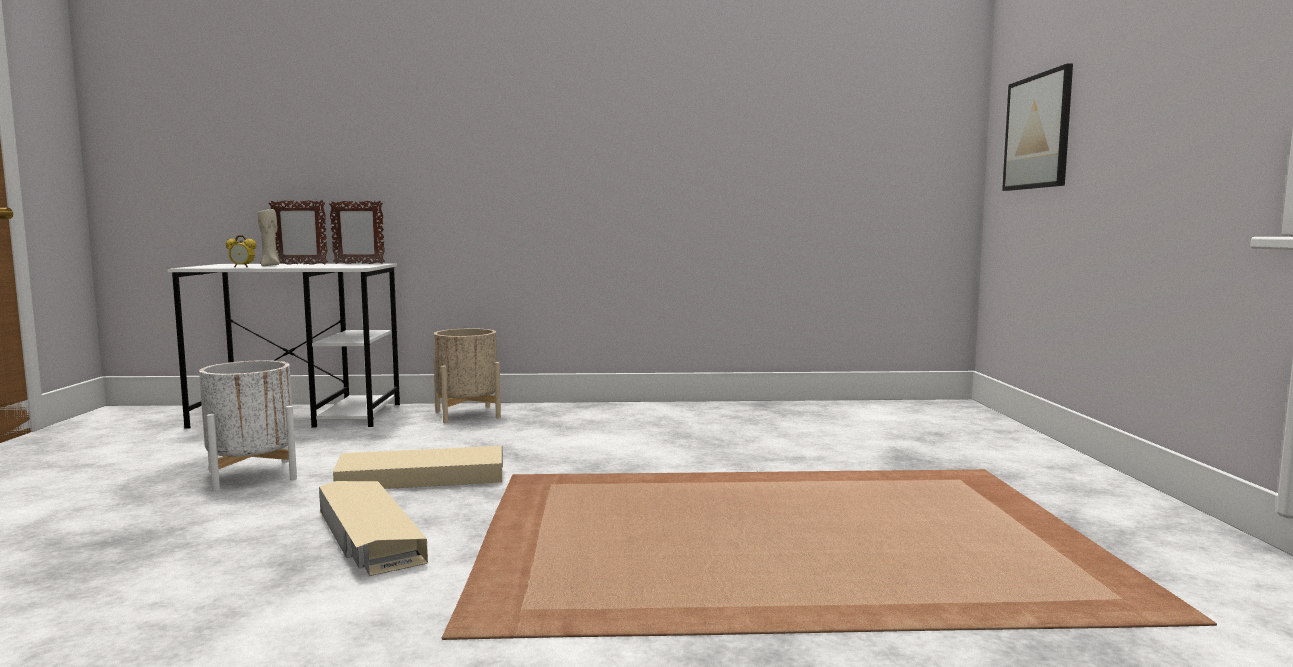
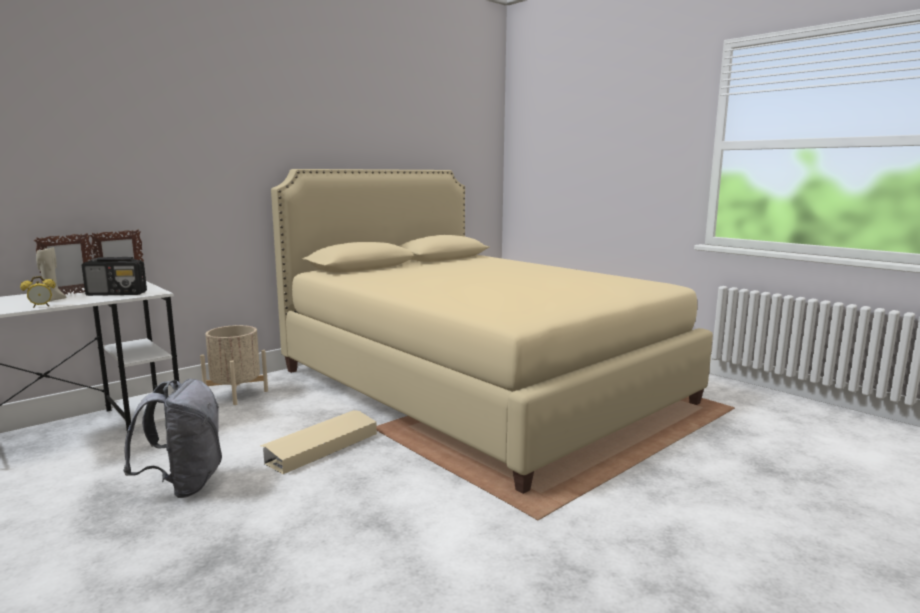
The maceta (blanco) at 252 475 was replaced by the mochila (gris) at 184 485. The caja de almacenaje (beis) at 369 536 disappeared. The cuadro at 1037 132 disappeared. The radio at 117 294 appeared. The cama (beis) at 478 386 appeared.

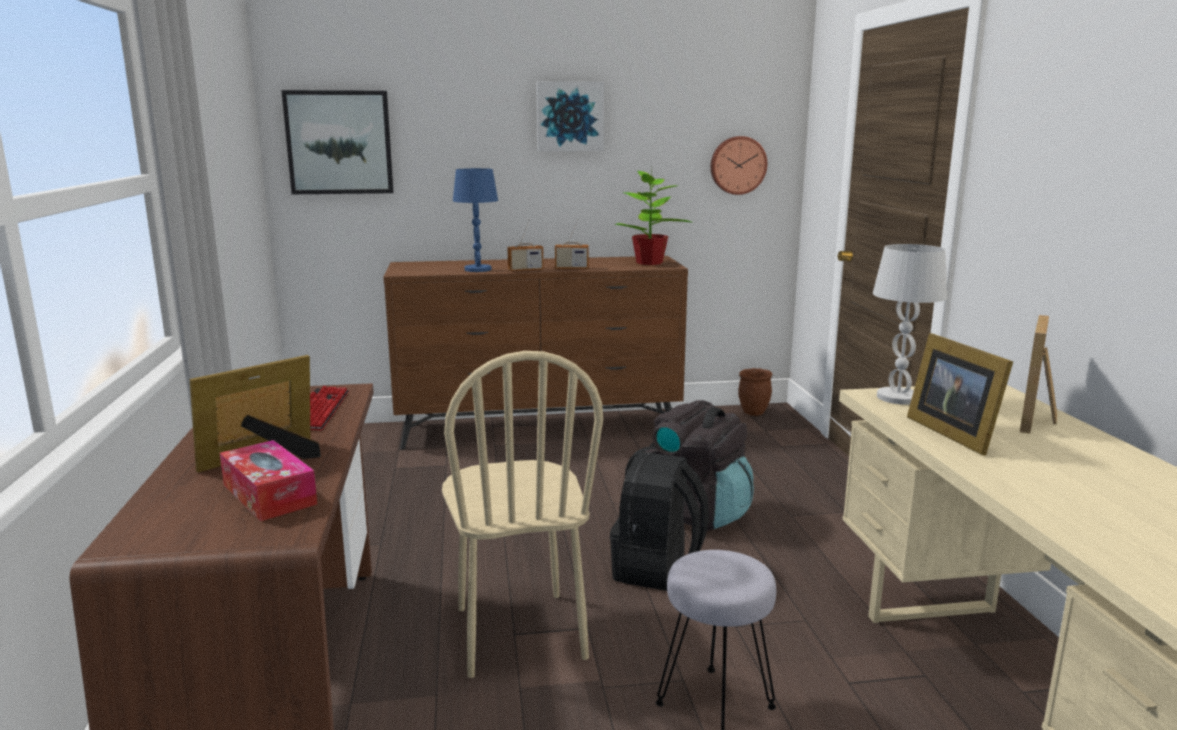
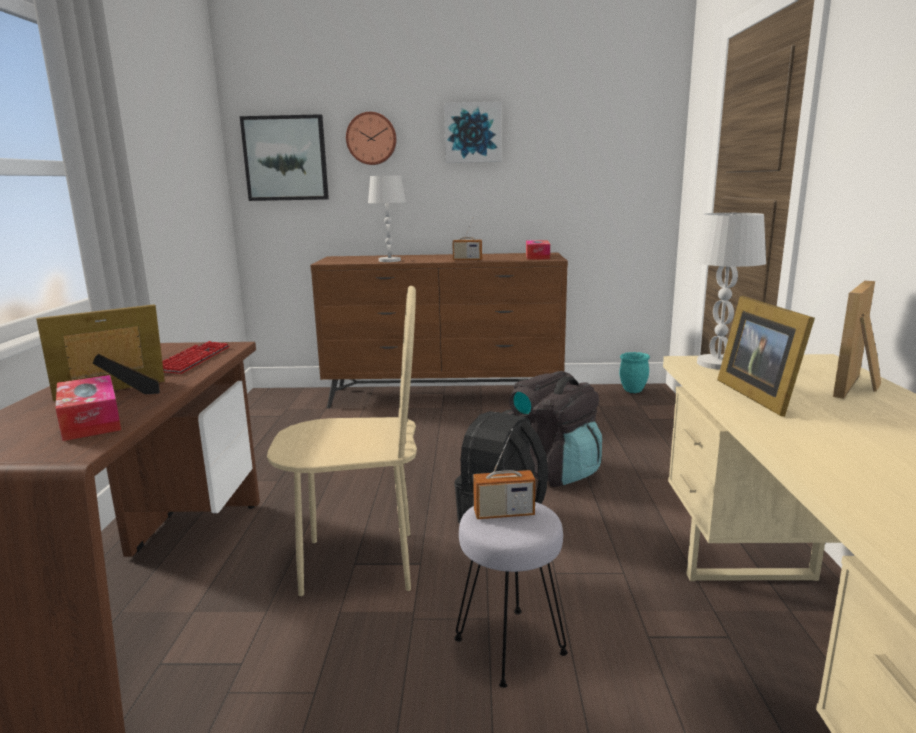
The silla (beis) at 518 633 turned 90 degrees counterclockwise. The lámpara de mesa (azul) at 478 269 became the lámpara de mesa (blanco) at 390 260. The radio moved from 525 270 to 504 513. The planta en maceta at 649 263 was replaced by the caja de pañuelos at 537 256. The reloj de pared moved from 737 165 to 371 138. The maceta (marrón) at 753 412 became the maceta (turquesa) at 632 390.

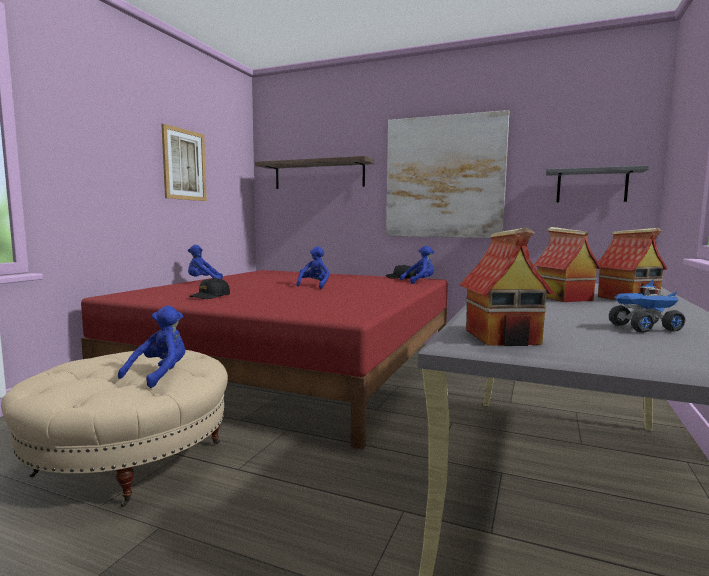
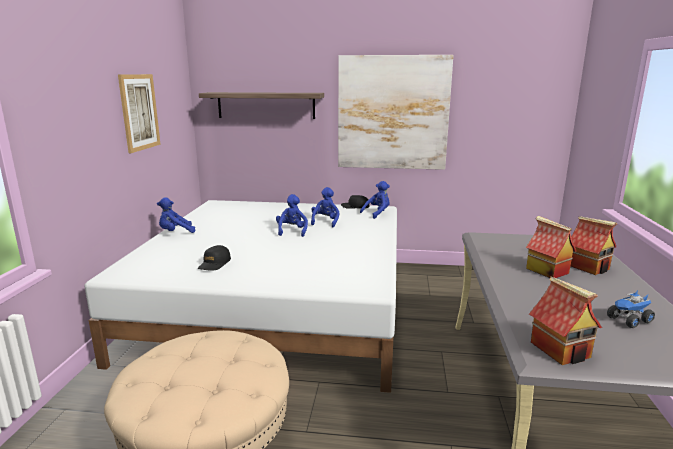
The cama (rojo) at 295 366 became the cama (blanco) at 278 304. The peluche (azul) moved from 160 375 to 325 222. The estante (gris) at 591 186 disappeared.

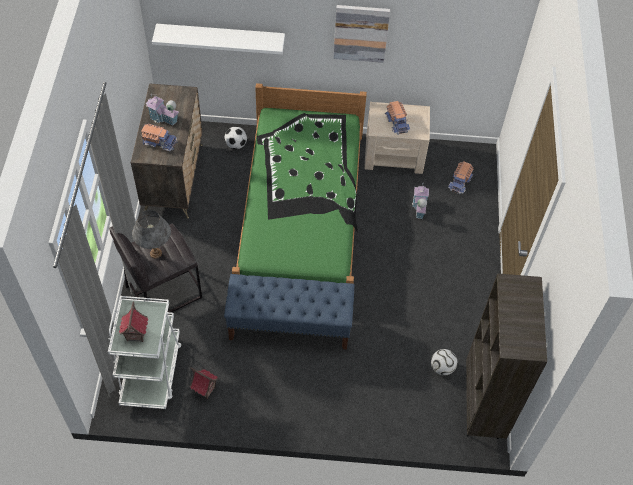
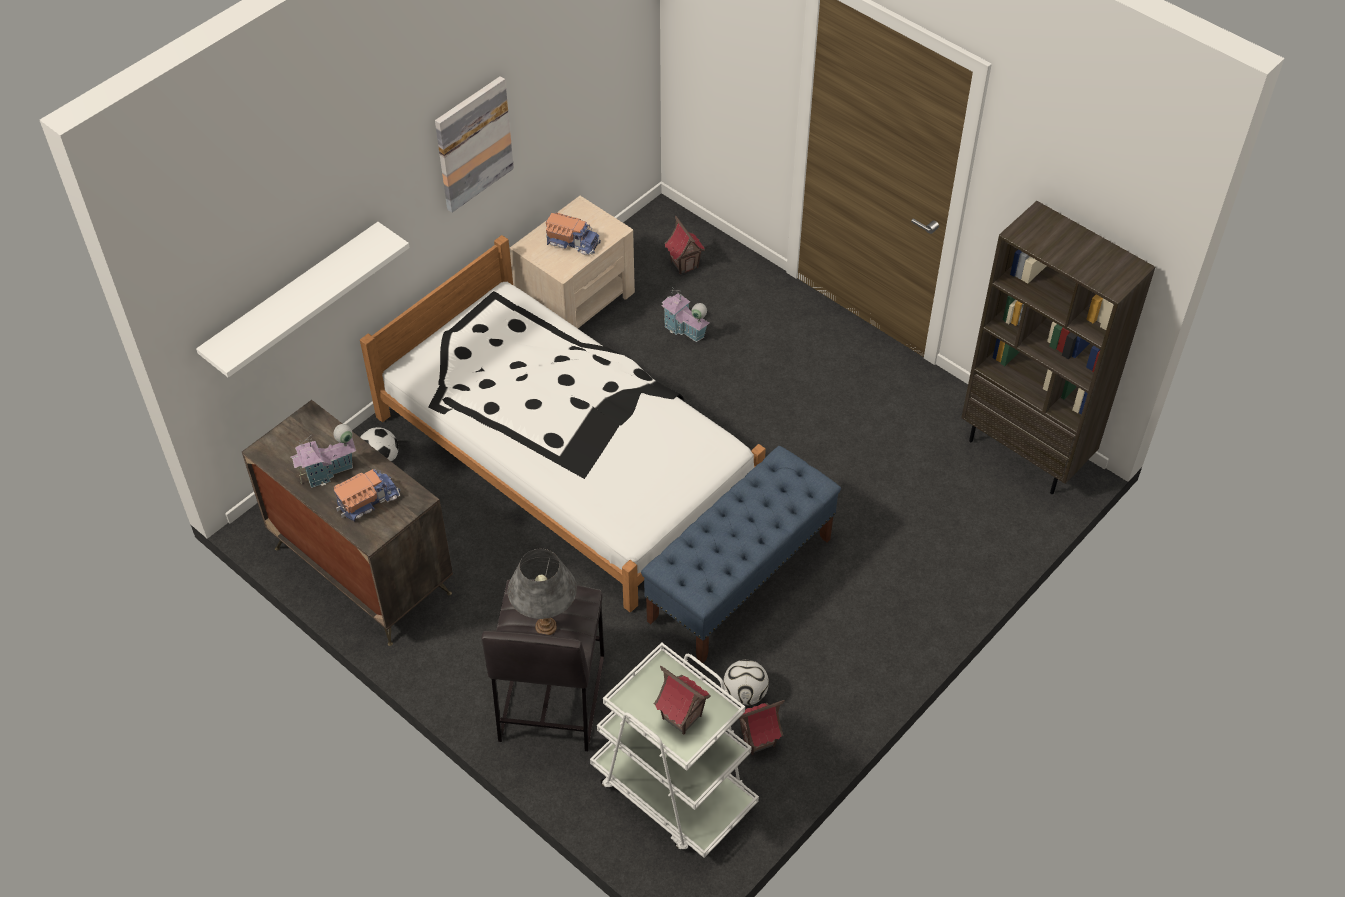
The cama (verde) at 301 209 became the cama (blanco) at 566 453. The balón de fútbol moved from 442 367 to 745 694. The camión de juguete at 460 182 was replaced by the casita at 684 264.

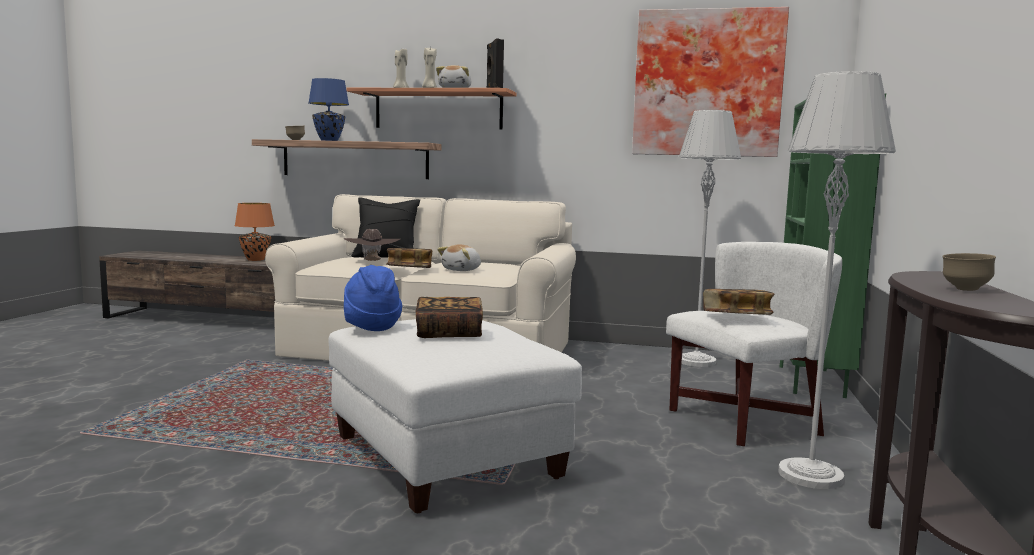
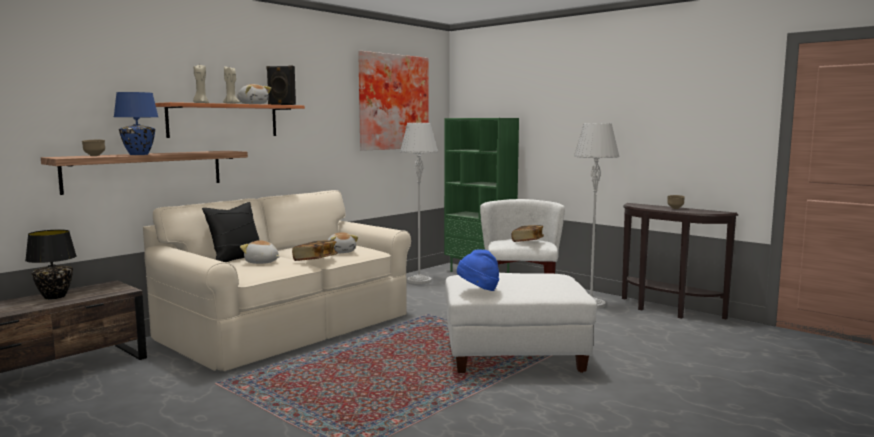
The lámpara de mesa (naranja) at 256 259 became the lámpara de mesa (negro) at 55 297. The sombrero (marrón) at 372 261 was replaced by the peluche at 261 262. The libro at 449 333 disappeared.

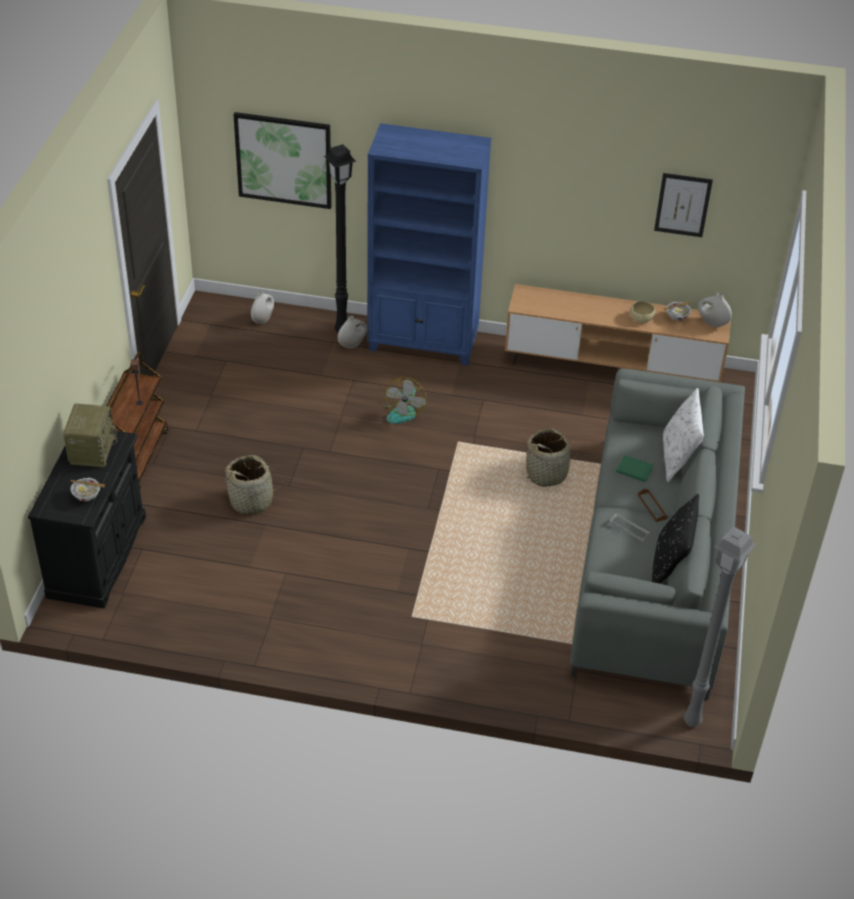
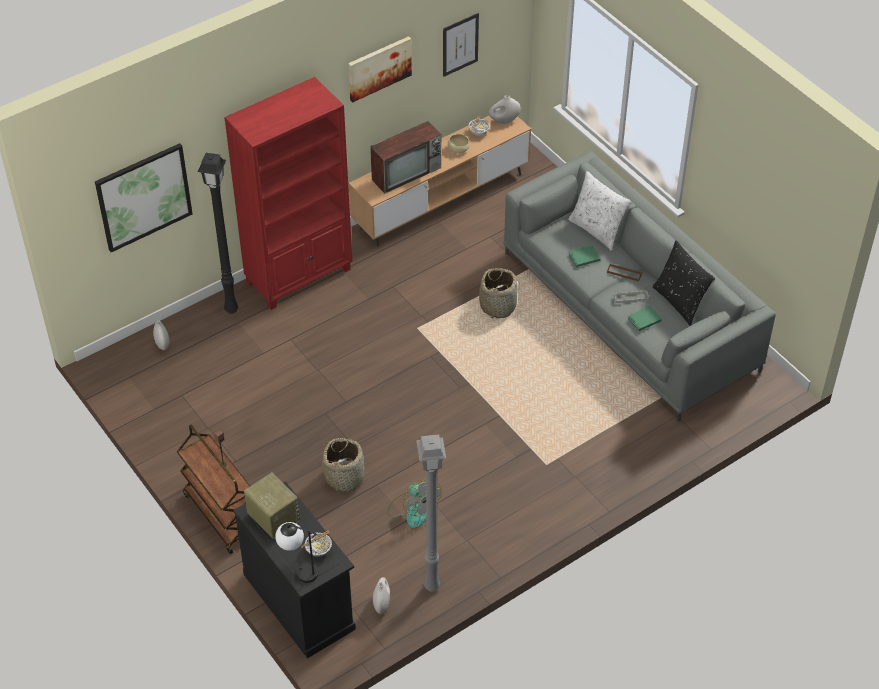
The florero (blanco) moved from 352 344 to 381 604. The estantería (azul) at 424 343 became the estantería (rojo) at 300 276. The ventilador moved from 403 411 to 413 509. The lámpara de pie (gris) moved from 690 721 to 431 587. The lámpara de mesa at 298 570 appeared. The cuadro at 379 68 appeared. The televisor at 407 173 appeared. The libro (verde) at 643 319 appeared.

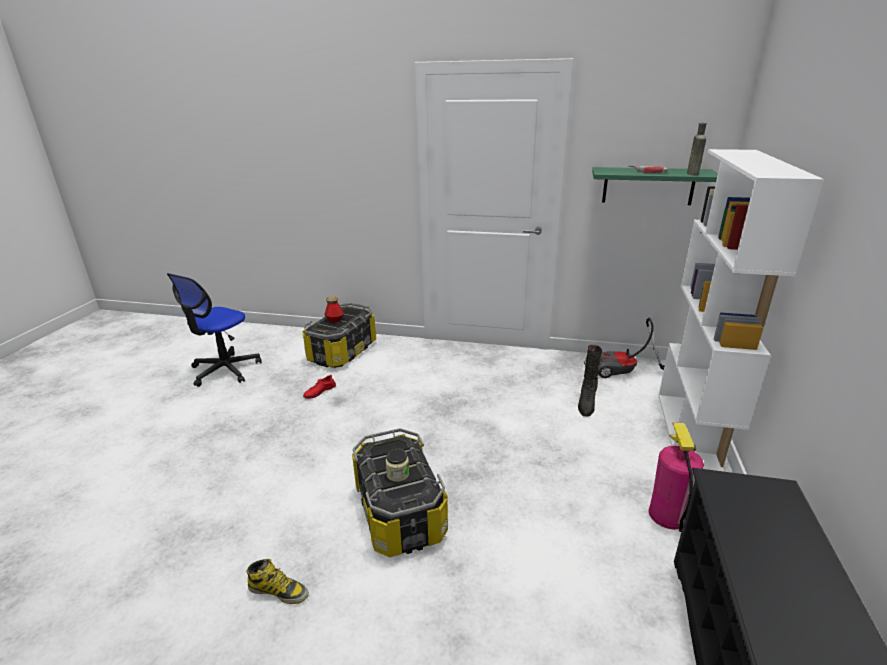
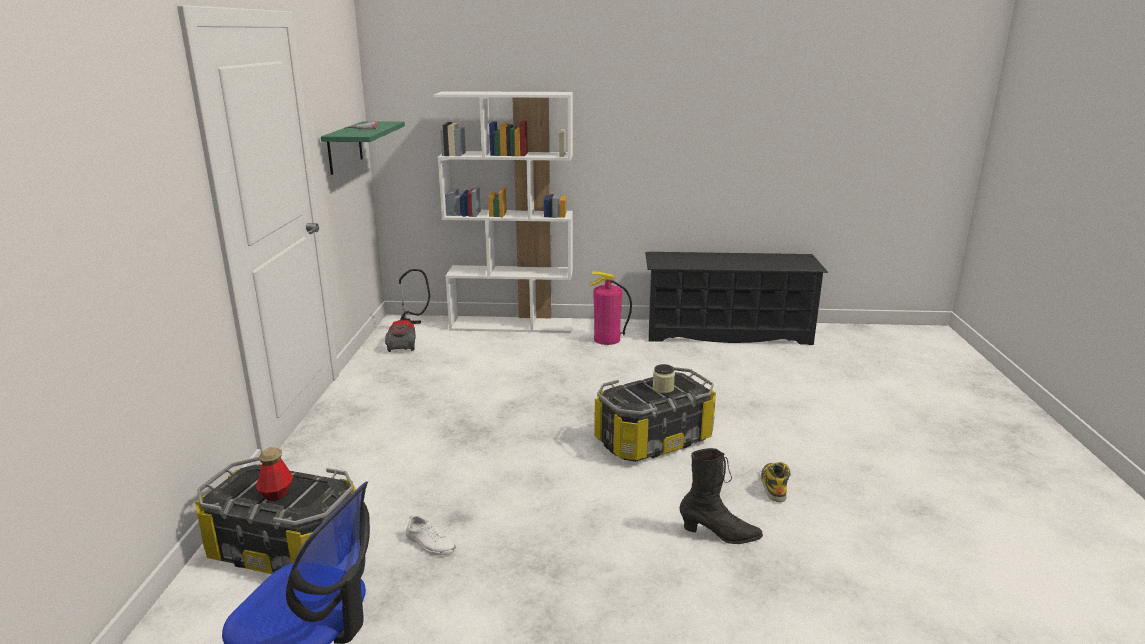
The zapato (rojo) at 319 391 became the zapato (blanco) at 430 543. The bota (negro) moved from 586 403 to 719 534. The botella (marrón) at 693 173 disappeared.

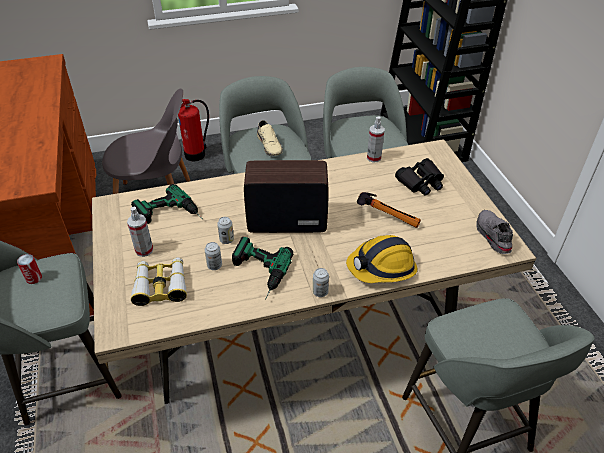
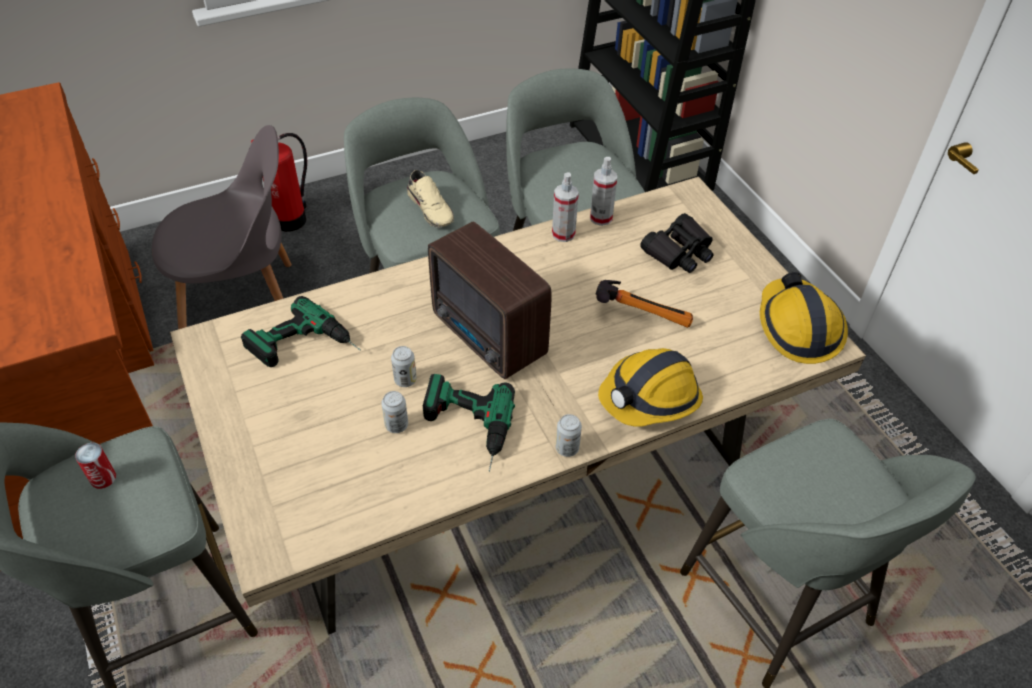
The pulverizador moved from 144 250 to 563 234. The prismáticos at 161 286 disappeared. The radio at 285 221 turned 120 degrees counterclockwise. The zapato (gris) at 492 235 was replaced by the casco at 797 327.

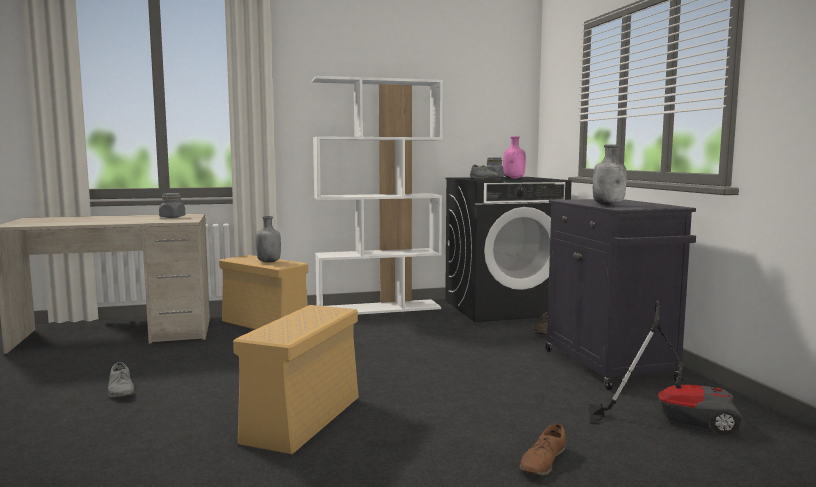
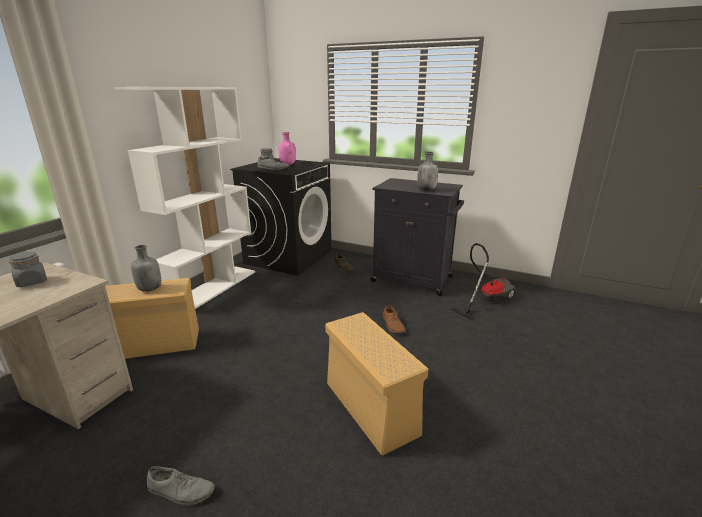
The zapato (marrón) moved from 543 461 to 393 325.

